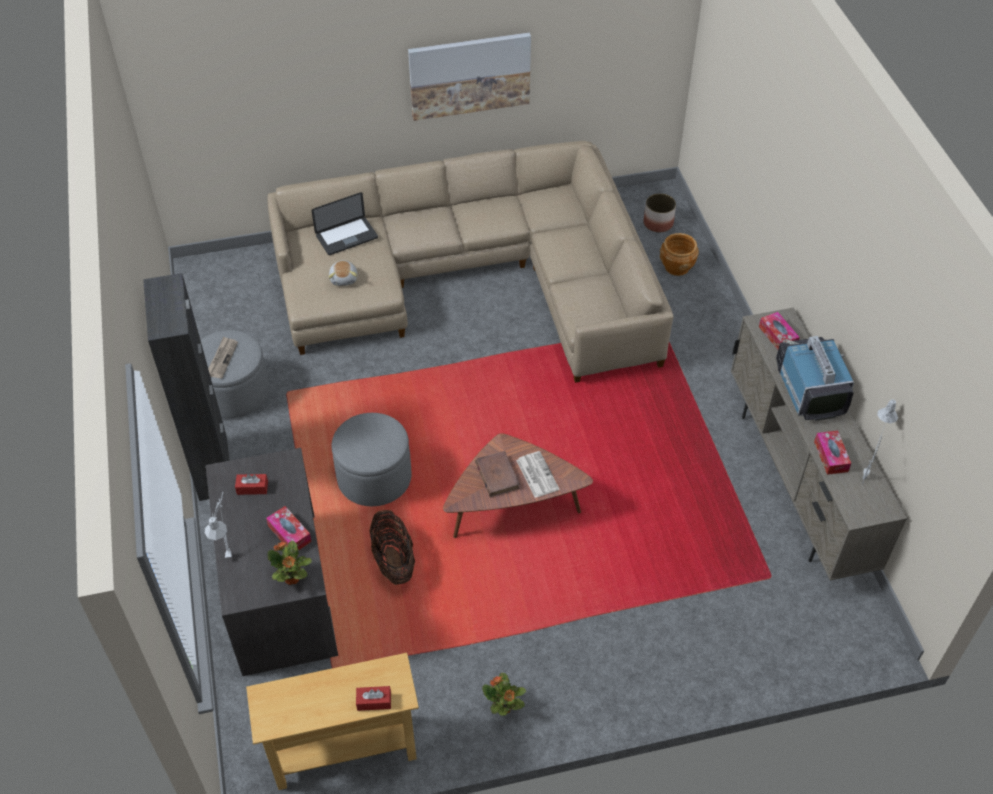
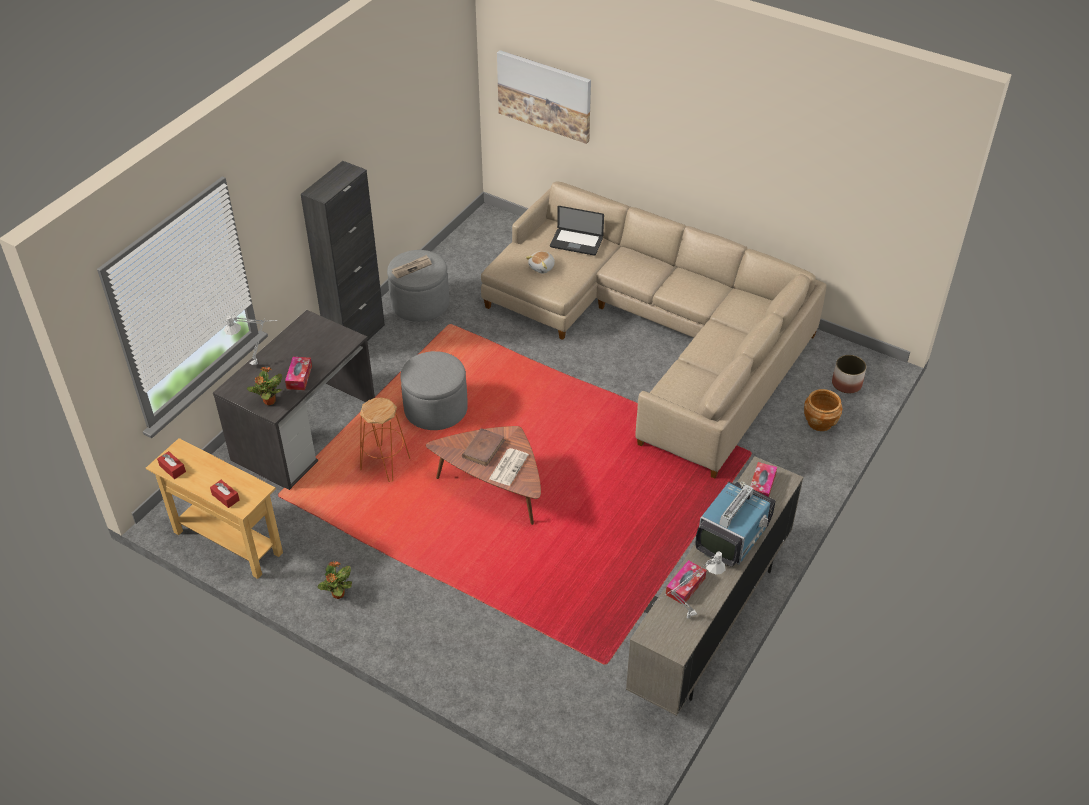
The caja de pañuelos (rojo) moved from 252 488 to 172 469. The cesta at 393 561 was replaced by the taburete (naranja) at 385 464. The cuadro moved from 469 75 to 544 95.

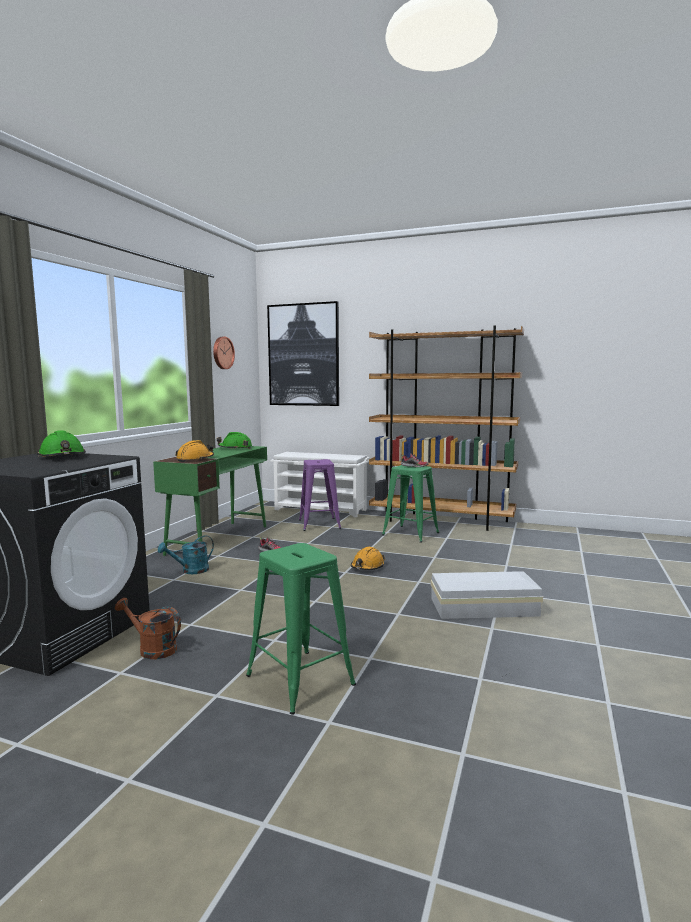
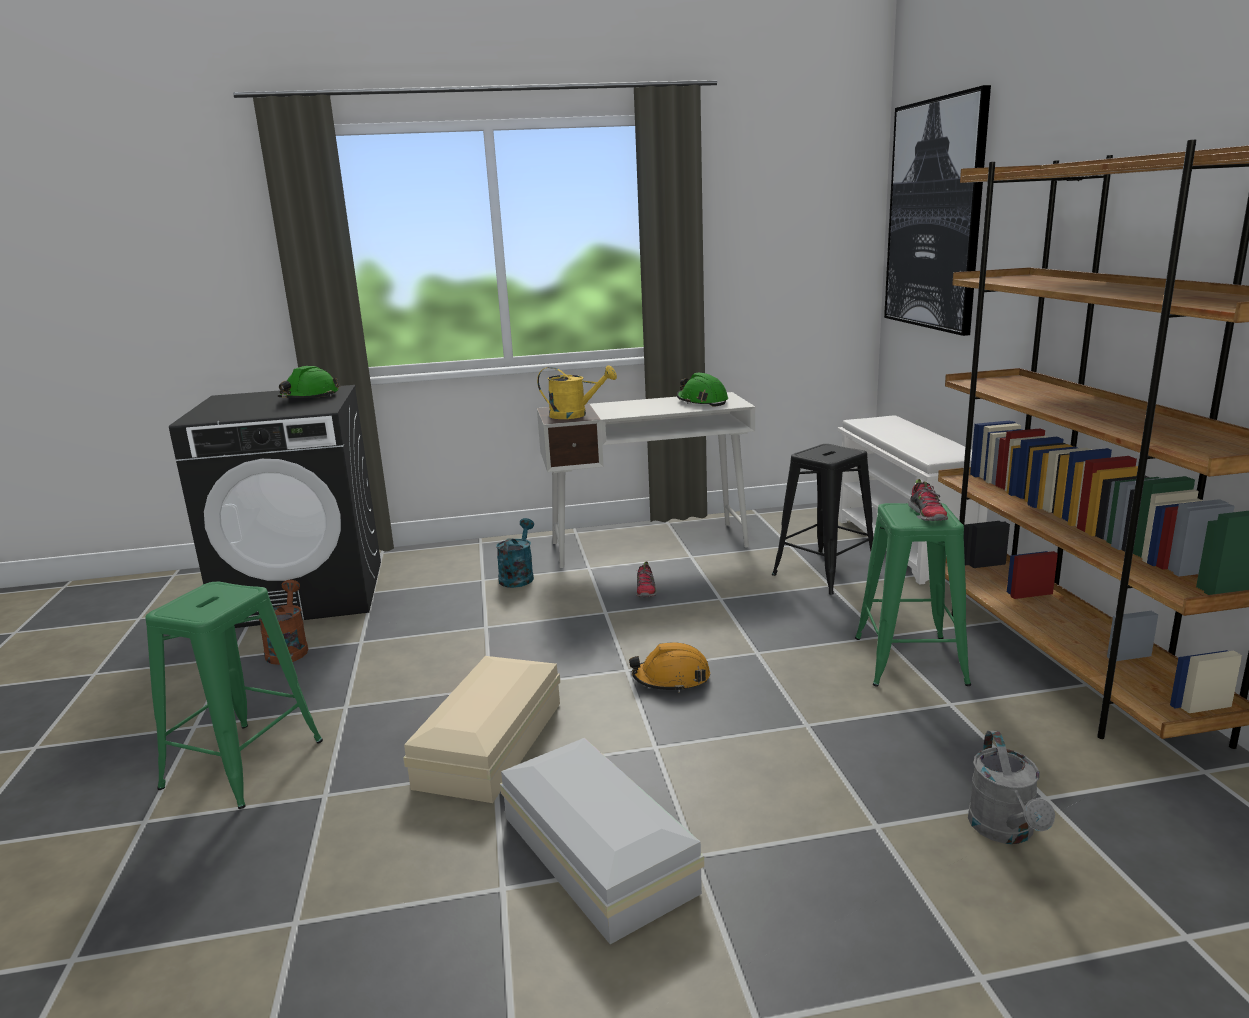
The escritorio (verde) at 219 539 became the escritorio (blanco) at 650 544. The regadera (turquesa) at 190 571 turned 75 degrees clockwise. The casco (naranja) at 195 459 was replaced by the regadera (amarillo) at 575 415. The reloj de pared at 222 353 disappeared. The taburete (morado) at 319 524 became the taburete (negro) at 825 573. The caja de almacenaje (beis) at 494 742 appeared. The regadera (gris) at 1005 831 appeared.

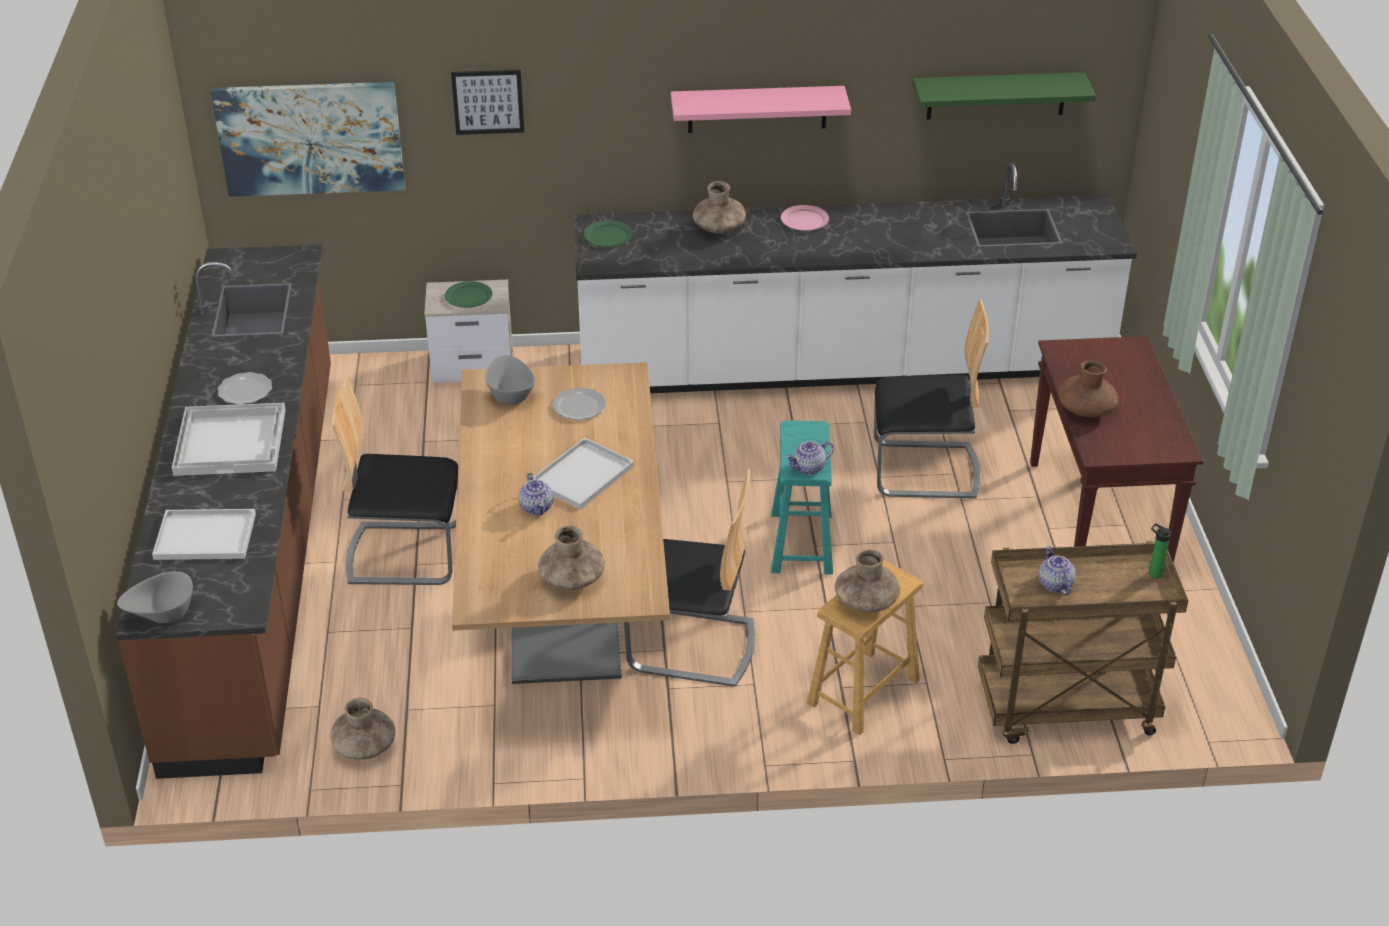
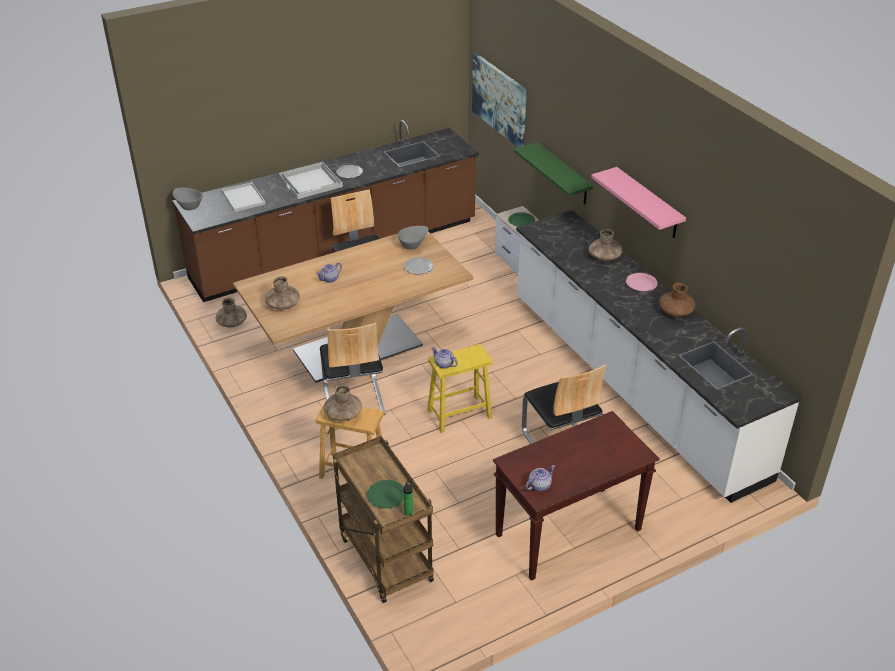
The cuadro at 488 101 disappeared. The bandeja (blanco) at 583 473 disappeared. The plato (verde) moved from 607 236 to 386 495. The taburete (turquesa) at 802 543 became the taburete (amarillo) at 459 414. The estante (verde) moved from 996 95 to 563 174. The tetera moved from 1054 584 to 539 485. The florero (marrón) moved from 1086 409 to 675 312.

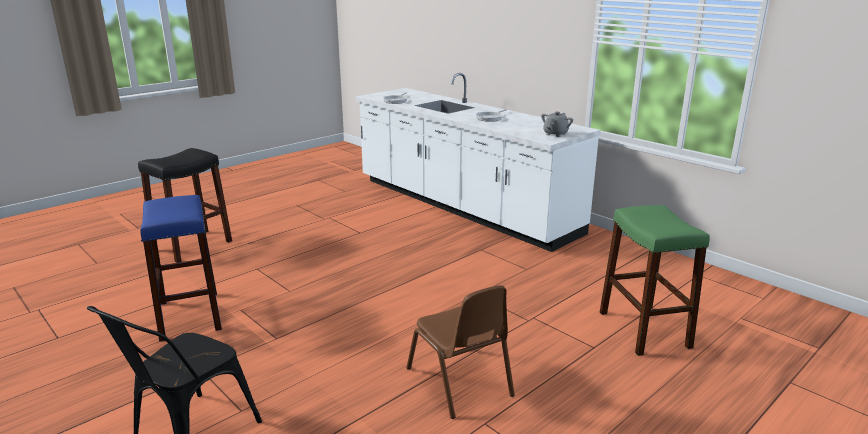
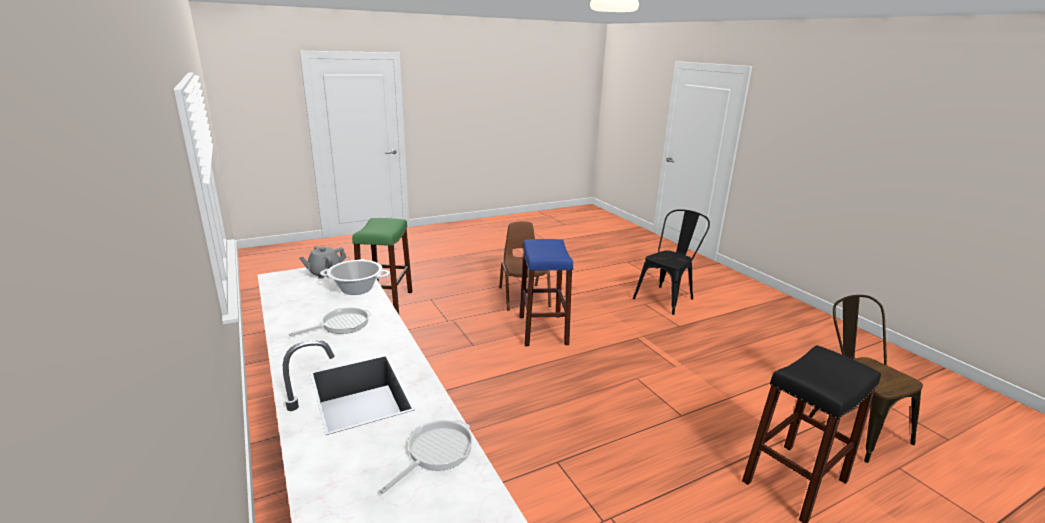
The taburete (azul) moved from 190 315 to 543 330. The olla at 356 289 appeared. The silla (marrón) at 851 425 appeared.

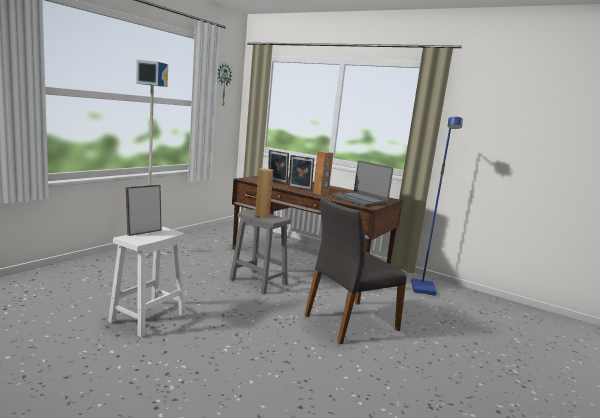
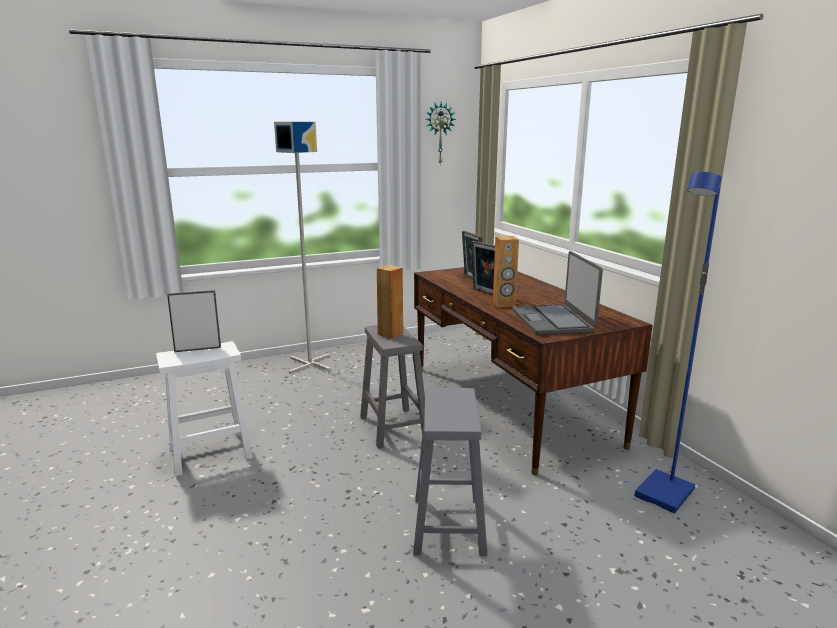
The silla (gris) at 349 322 was replaced by the taburete (gris) at 448 524.

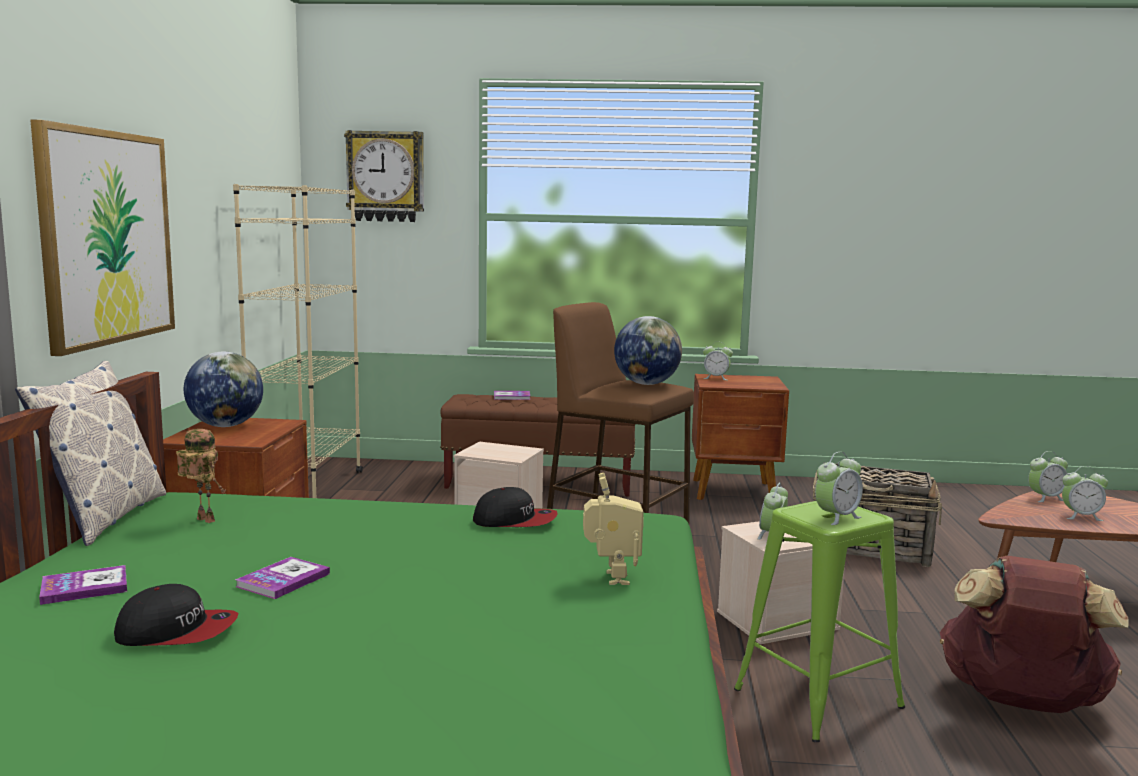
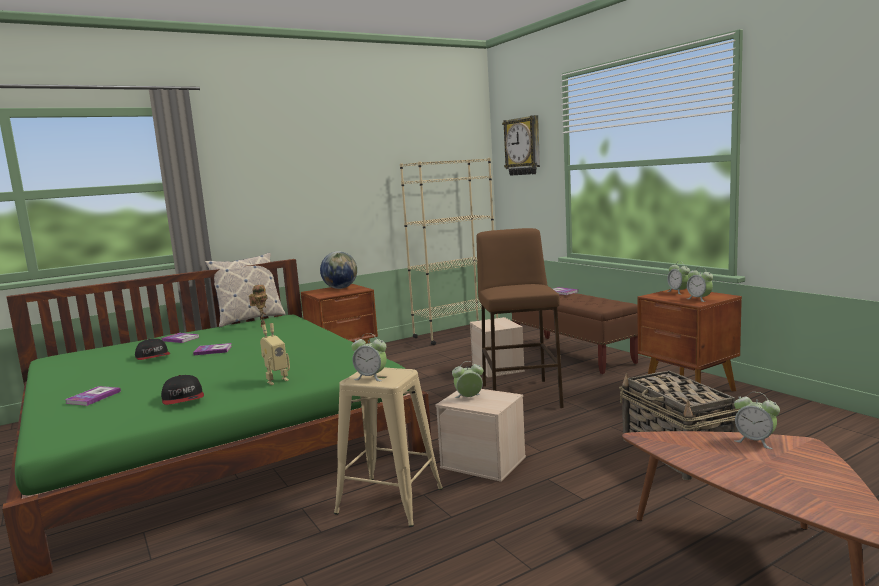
The cuadro at 107 237 disappeared. The gorra moved from 515 521 to 183 399. The globo terráqueo at 646 384 disappeared. The taburete (verde) at 816 699 became the taburete (beis) at 389 500. The mochila (marrón) at 1021 702 disappeared. The despertador moved from 1081 516 to 699 299. The libro at 93 397 appeared.

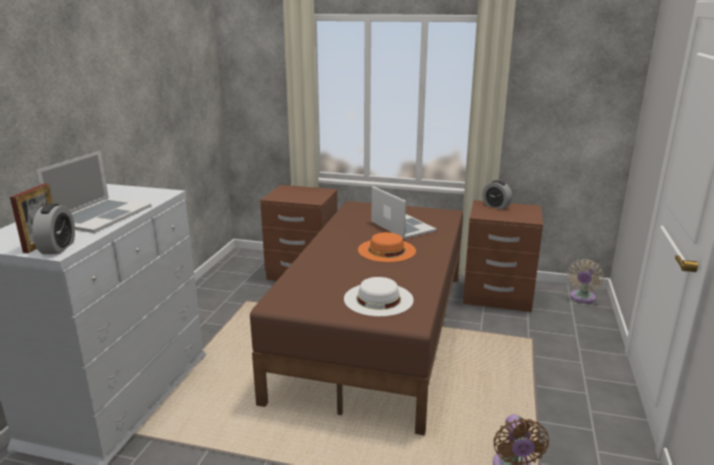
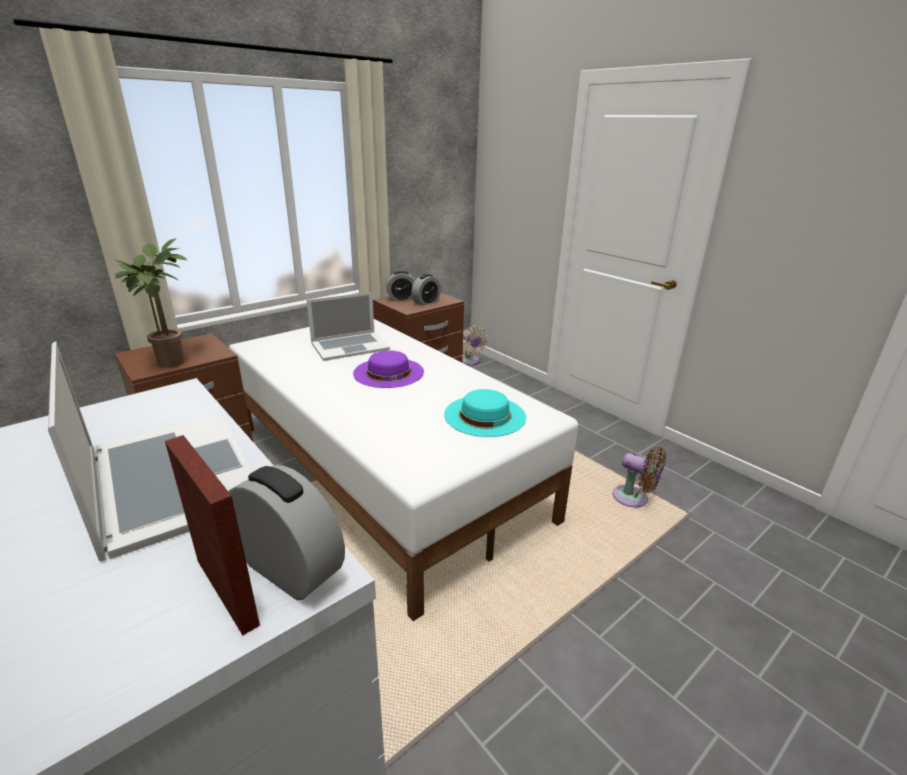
The cama (marrón) at 377 331 became the cama (blanco) at 385 470. The sombrero (blanco) at 378 299 became the sombrero (turquesa) at 484 415. The sombrero (naranja) at 386 250 became the sombrero (morado) at 388 372. The portátil at 402 226 turned 150 degrees clockwise. The planta en maceta at 171 361 appeared. The despertador at 426 302 appeared.

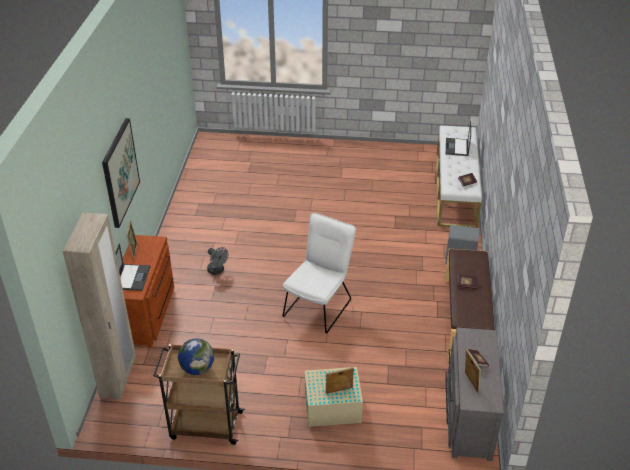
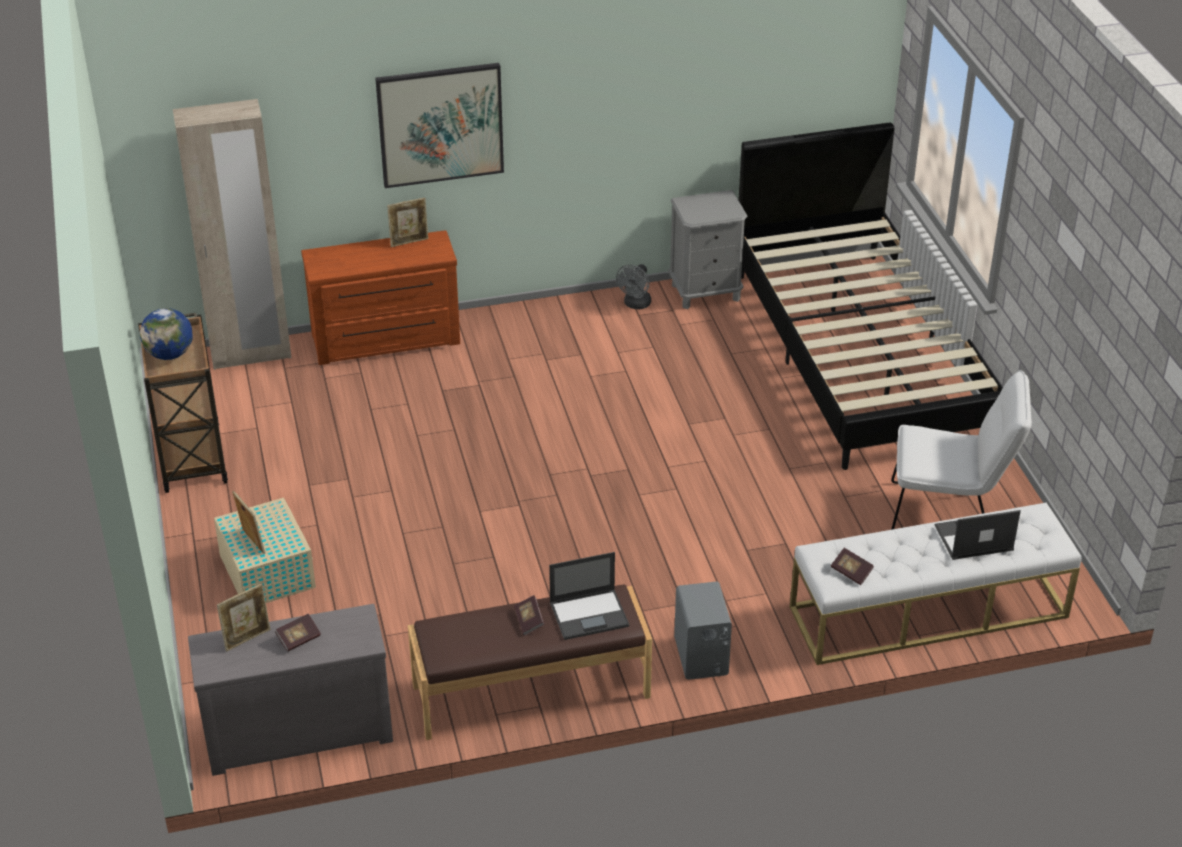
The portátil moved from 132 277 to 590 614. The ventilador (gris) moved from 217 271 to 635 305. The silla (blanco) moved from 319 305 to 949 516. The mesita de noche (gris) at 705 292 appeared. The cama (negro) at 859 354 appeared.

